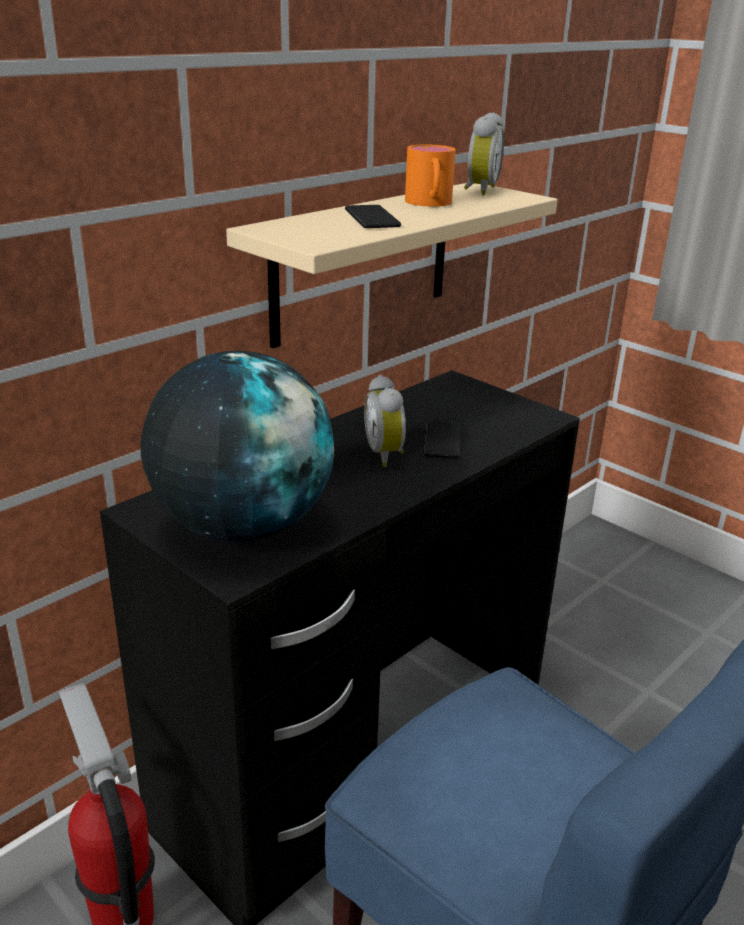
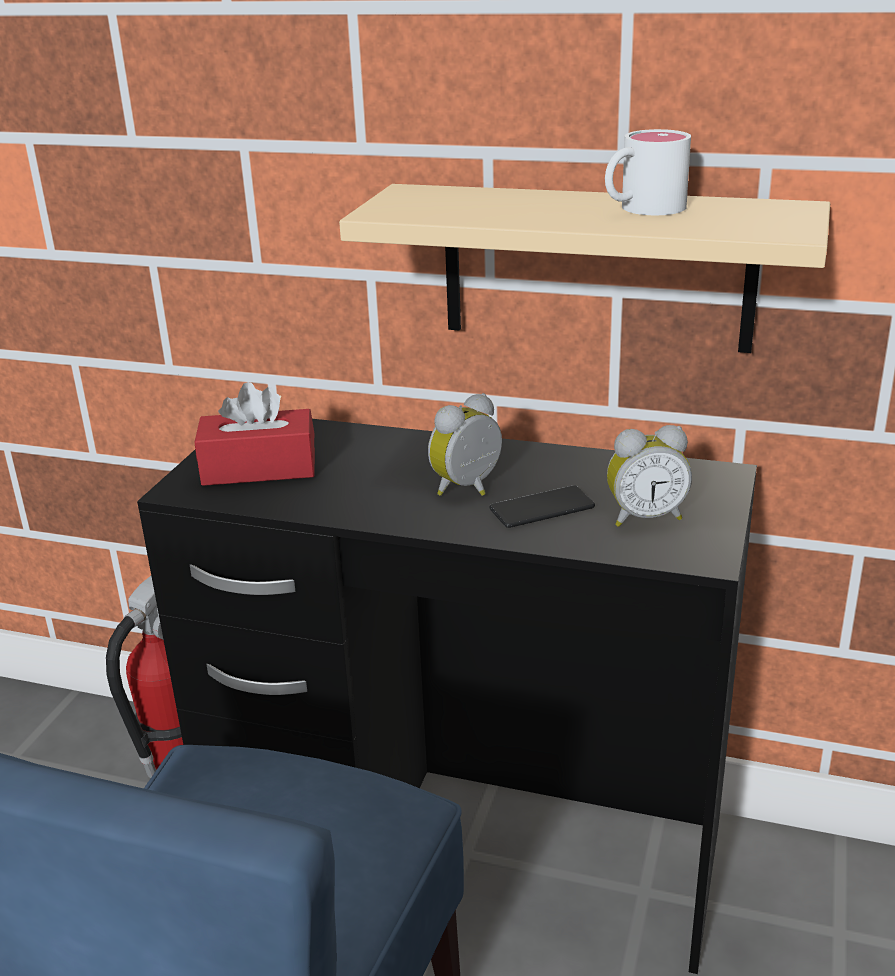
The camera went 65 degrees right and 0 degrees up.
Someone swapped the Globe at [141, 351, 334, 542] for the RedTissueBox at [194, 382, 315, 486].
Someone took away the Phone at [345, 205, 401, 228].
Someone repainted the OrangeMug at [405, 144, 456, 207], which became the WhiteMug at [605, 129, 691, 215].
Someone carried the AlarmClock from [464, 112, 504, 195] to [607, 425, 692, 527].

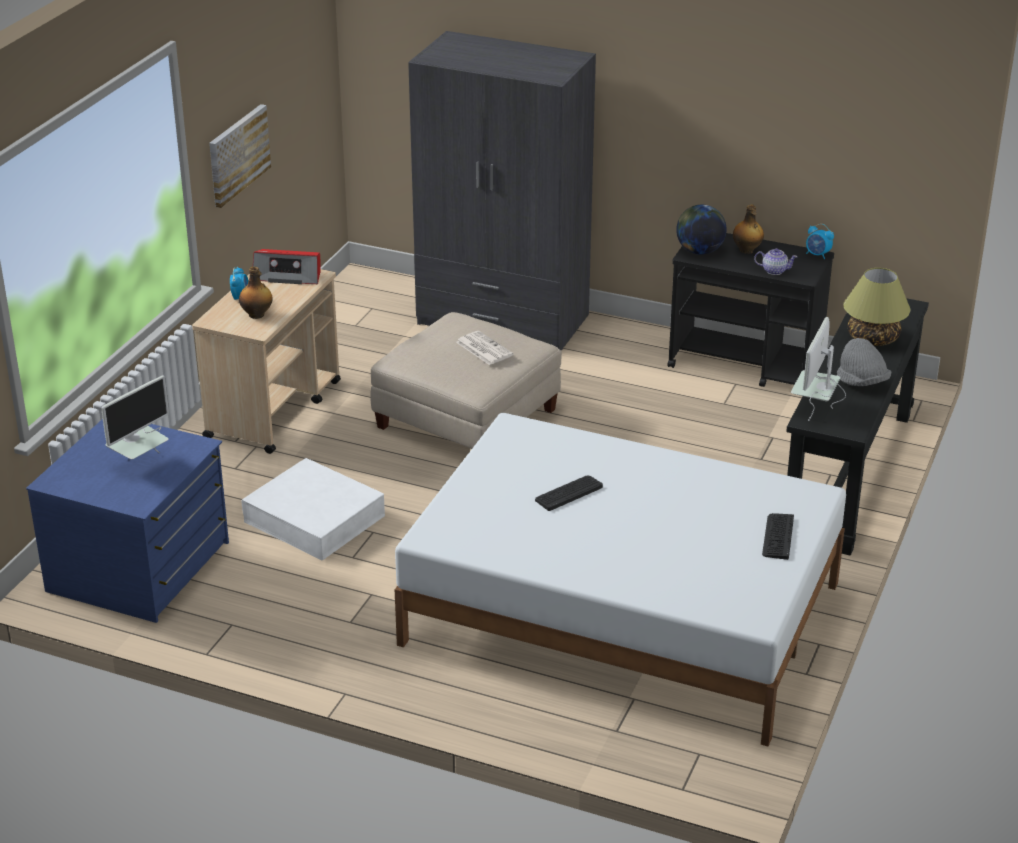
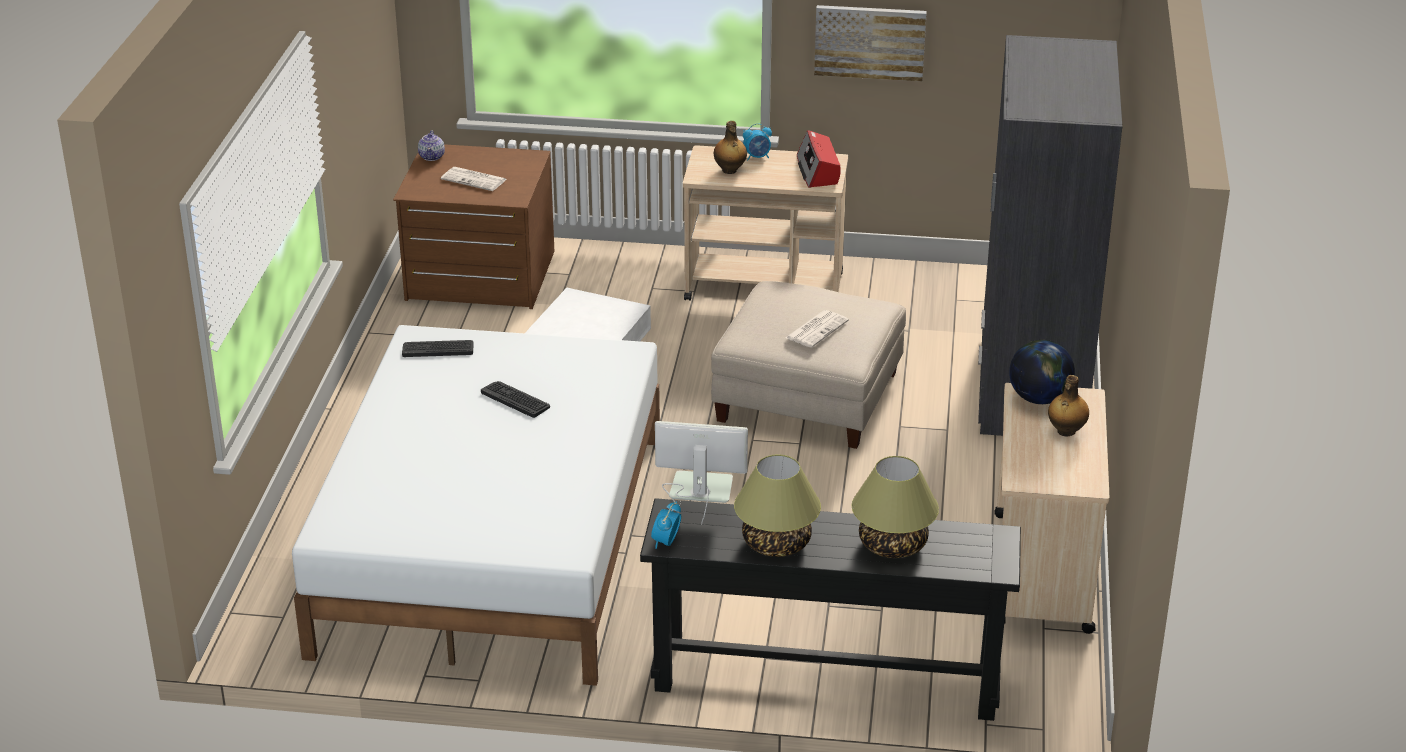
The camera went 75 degrees right and 0 degrees up.
Someone repainted the BlueDresser at [26, 419, 229, 623], which became the BrownDresser at [393, 144, 554, 309].
Someone swapped the Monitor at [101, 376, 169, 459] for the Newspaper at [441, 167, 507, 191].
Someone repainted the BlackCart at [667, 233, 834, 387], which became the BeigeCart at [994, 383, 1109, 634].
Someone carried the Teapot from [754, 248, 798, 275] to [418, 131, 445, 161].
Someone carried the Keyboard from [762, 513, 794, 560] to [402, 340, 474, 357].
Someone carried the AlarmClock from [806, 224, 834, 259] to [651, 502, 681, 549].
Someone swapped the GreyHat at [837, 338, 891, 386] for the TableLamp at [734, 455, 821, 557].

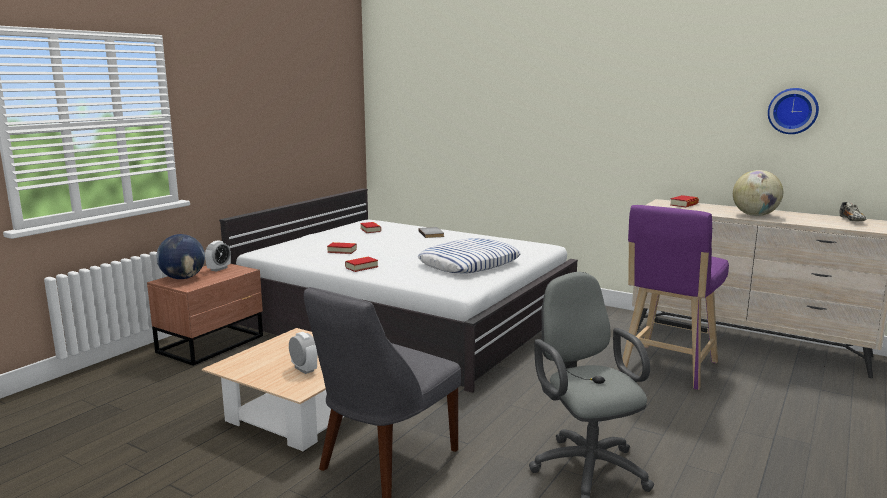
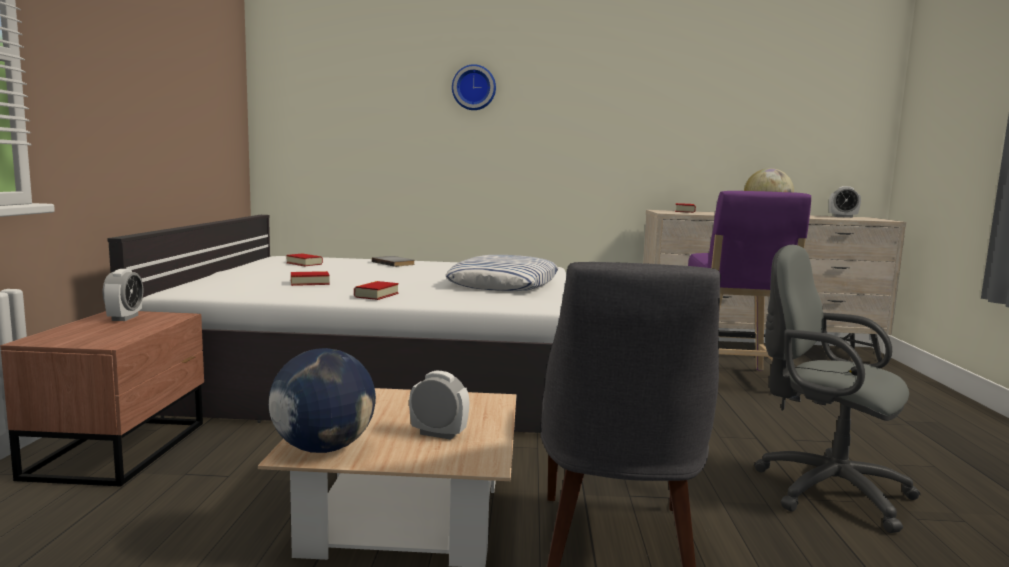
The camera went 30 degrees left and 5 degrees down.
Someone carried the Globe from [156, 234, 205, 279] to [269, 348, 376, 453].
Someone carried the WallClock from [768, 88, 819, 134] to [452, 64, 496, 110].
Someone swapped the Shoe at [840, 202, 866, 221] for the AlarmClock at [829, 186, 861, 218].

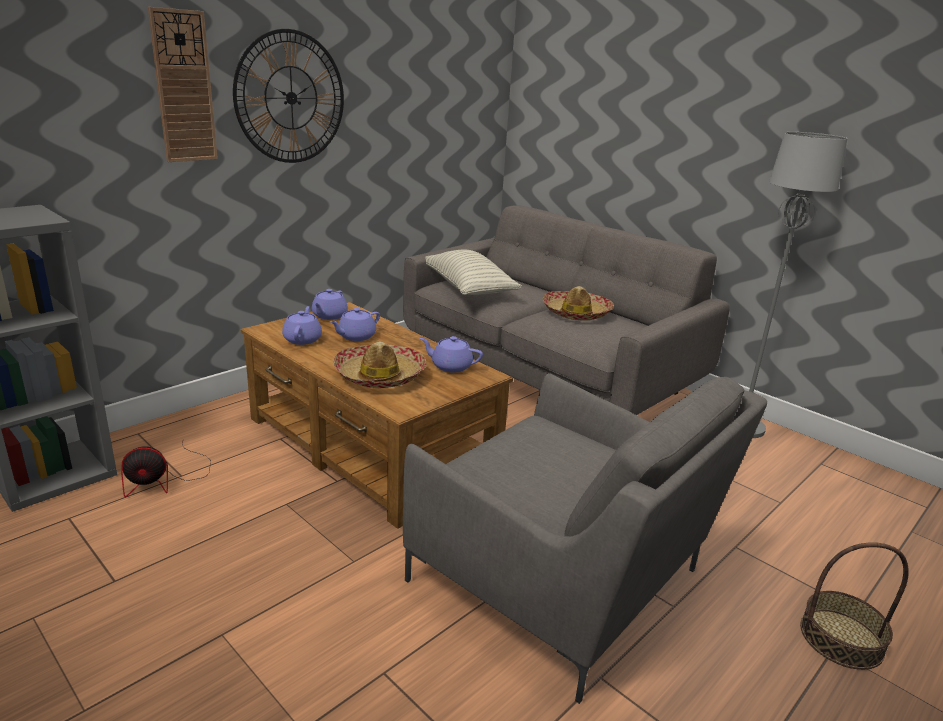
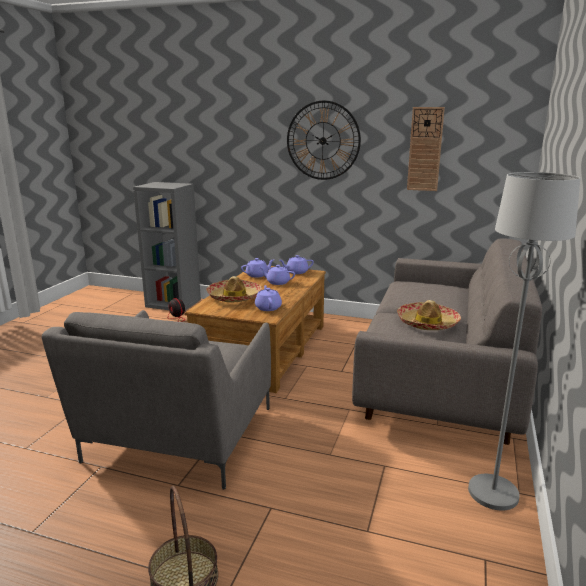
The camera went 65 degrees right and 5 degrees down.
Someone carried the WallClock from [148, 7, 218, 162] to [407, 107, 445, 191].
Someone took away the Pillow at [425, 249, 522, 295].

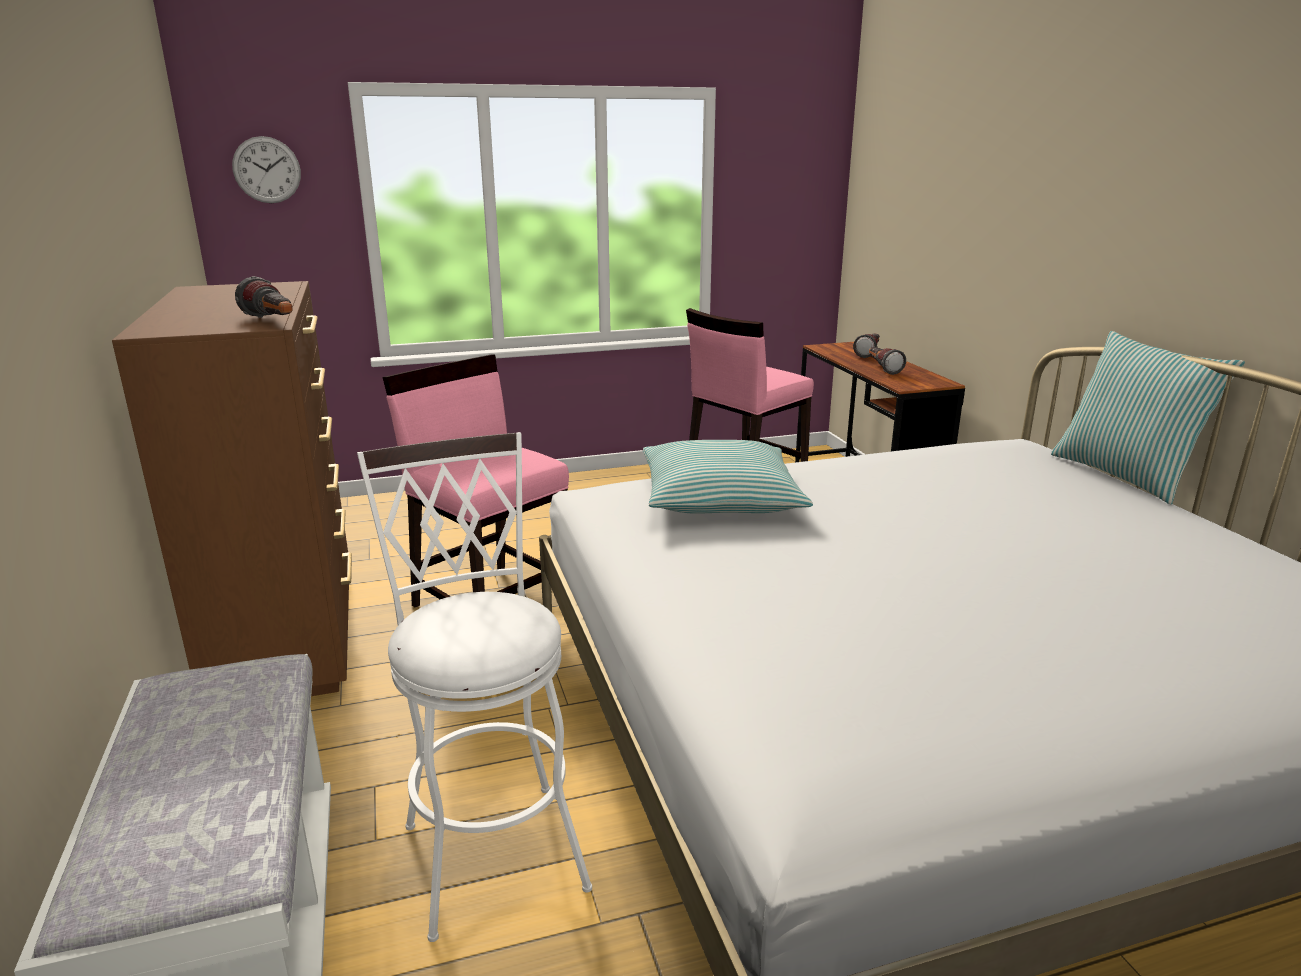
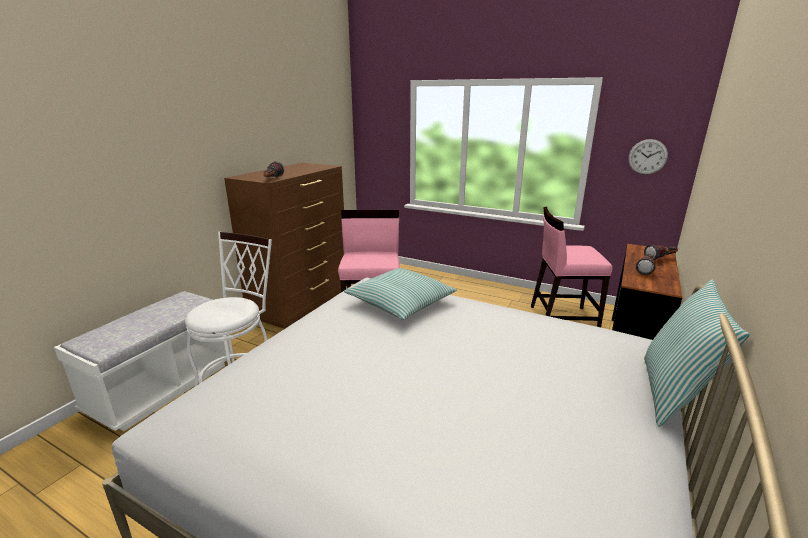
The camera went 45 degrees right and 0 degrees up.
Someone carried the WallClock from [232, 136, 301, 203] to [628, 139, 668, 175].

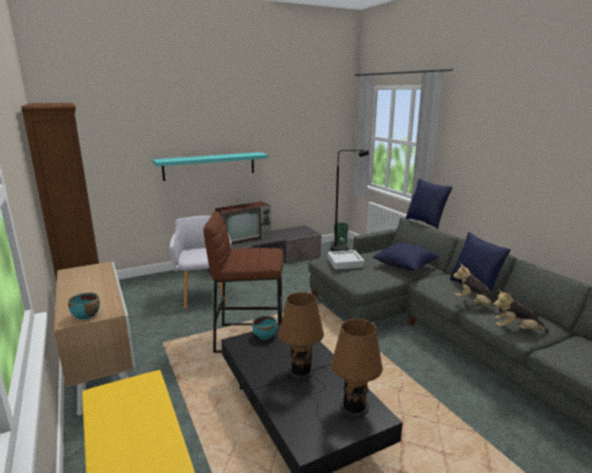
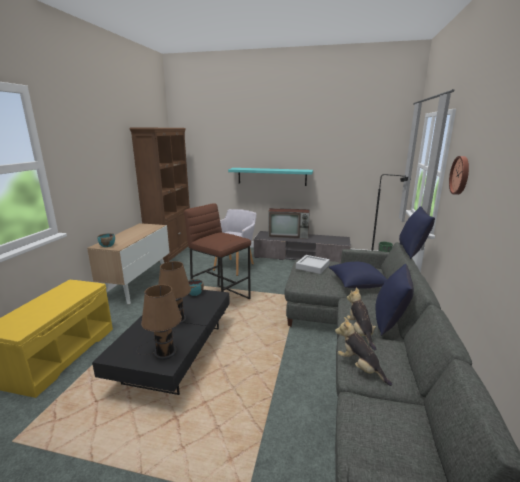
The camera went 40 degrees right and 0 degrees up.
Someone put up the WallClock at [449, 156, 469, 195].

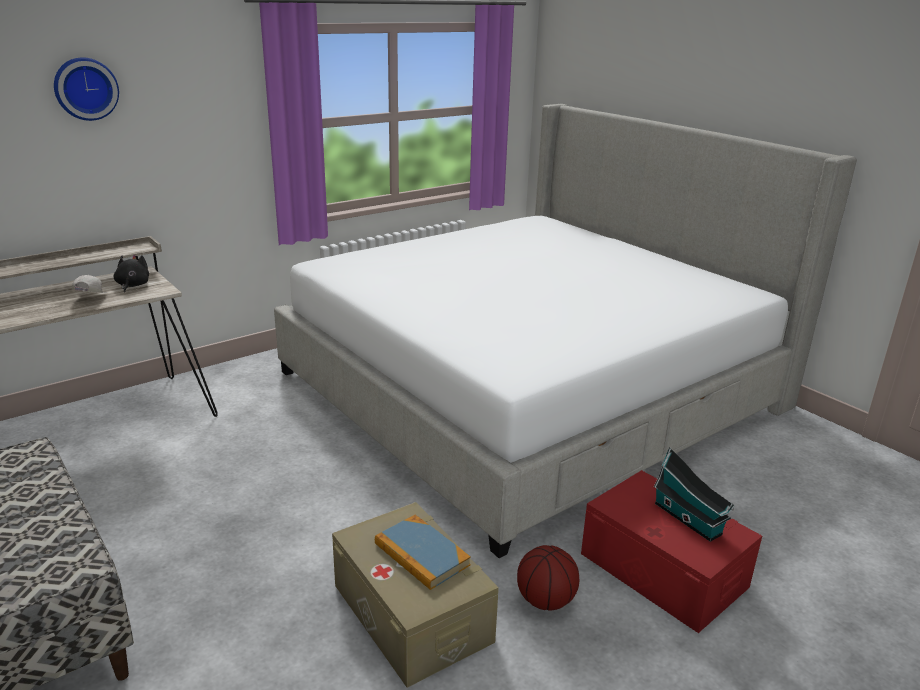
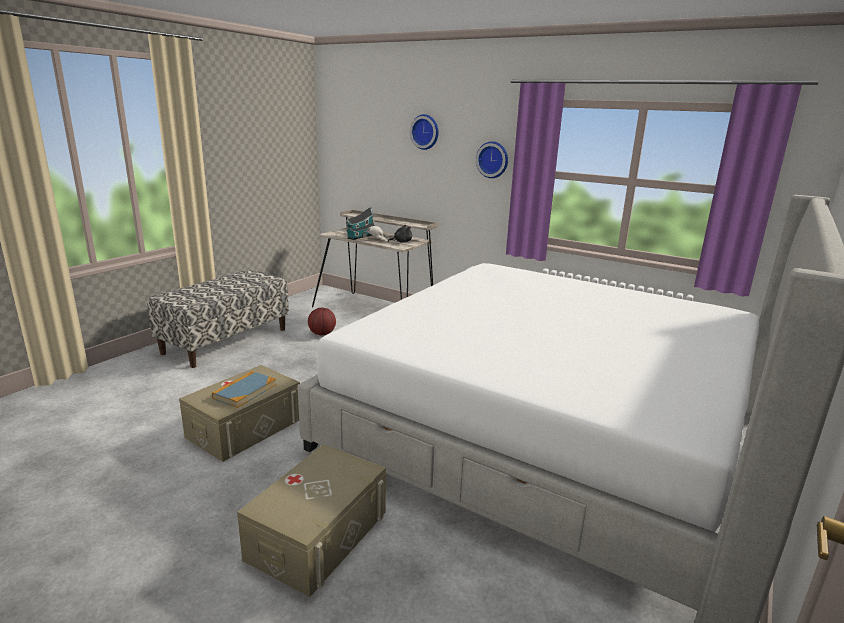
The camera went 70 degrees right and 5 degrees down.
Someone carried the Basketball from [517, 545, 579, 611] to [308, 308, 336, 335].
Someone repainted the RedStorageBox at [581, 470, 762, 633], which became the BeigeStorageBox at [237, 444, 386, 597].
Someone carried the ToyHouse from [654, 447, 734, 542] to [346, 207, 376, 240].
Someone put up the WallClock at [476, 141, 508, 178].

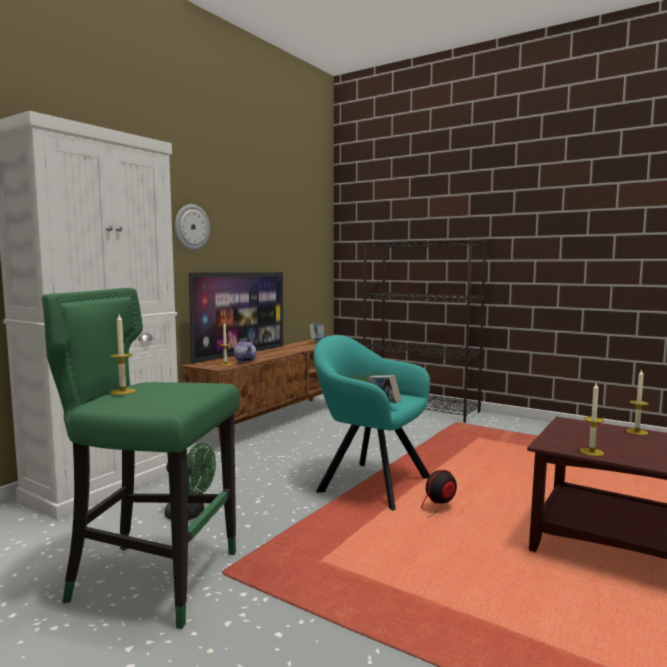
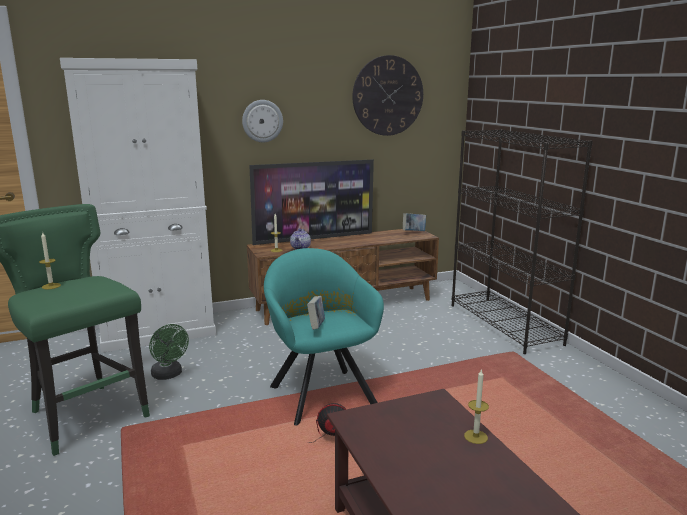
The camera went 35 degrees right and 10 degrees up.
Someone took away the Candle at [580, 383, 604, 456].
Someone put up the WallClock at [353, 55, 423, 136].

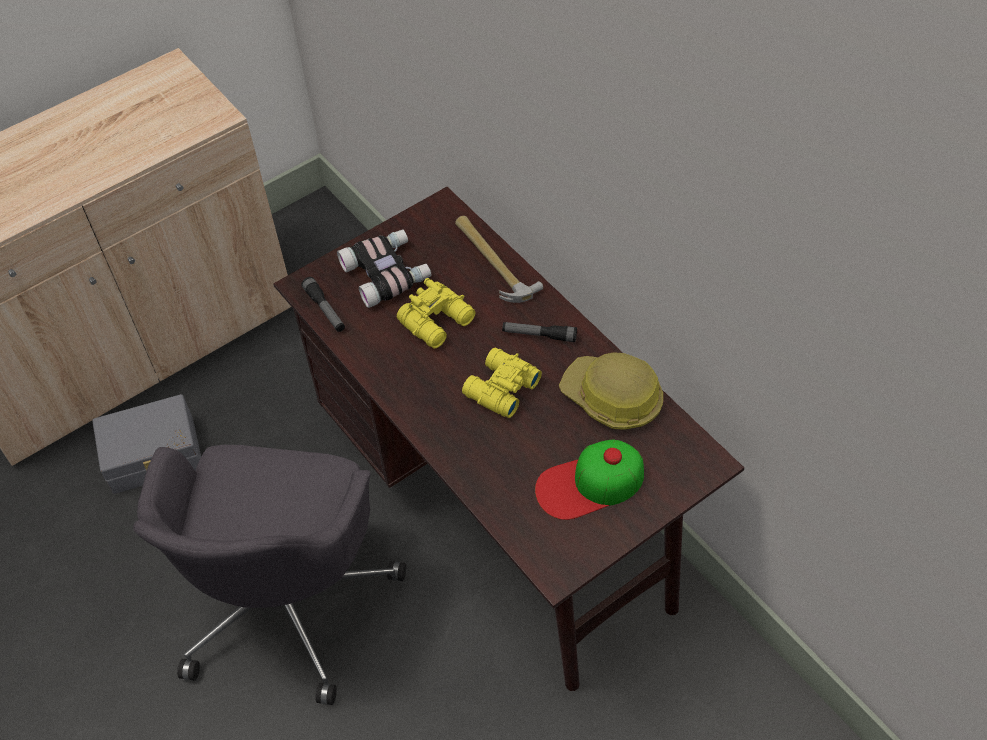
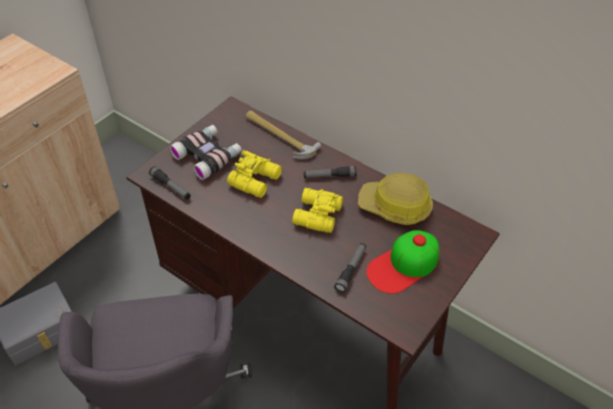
The camera went 20 degrees left and 5 degrees down.
Someone put down the Flashlight at [334, 243, 366, 293].

